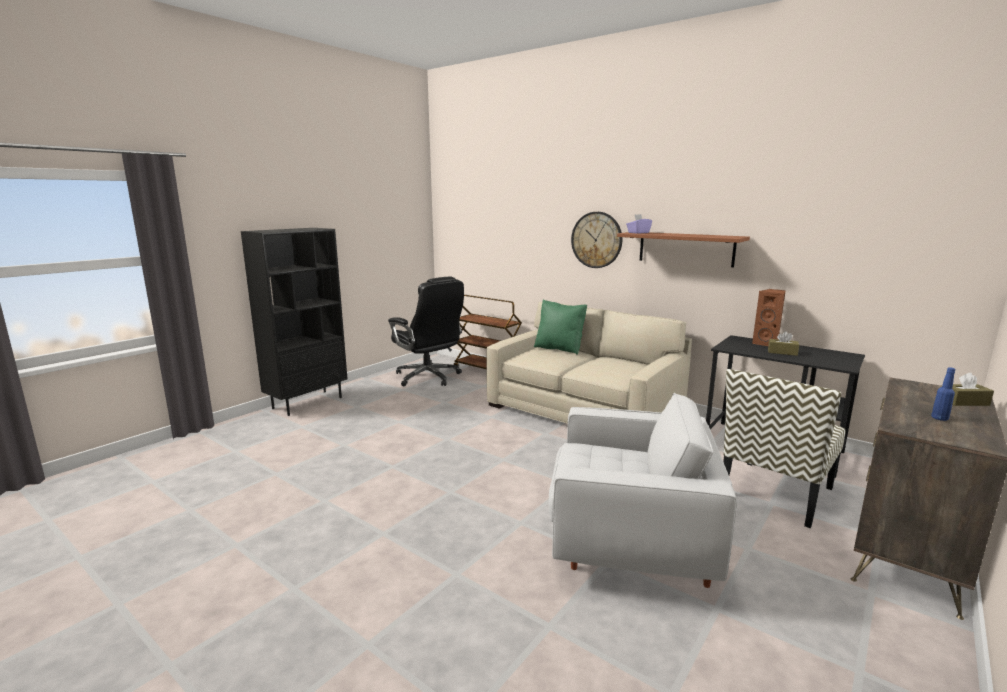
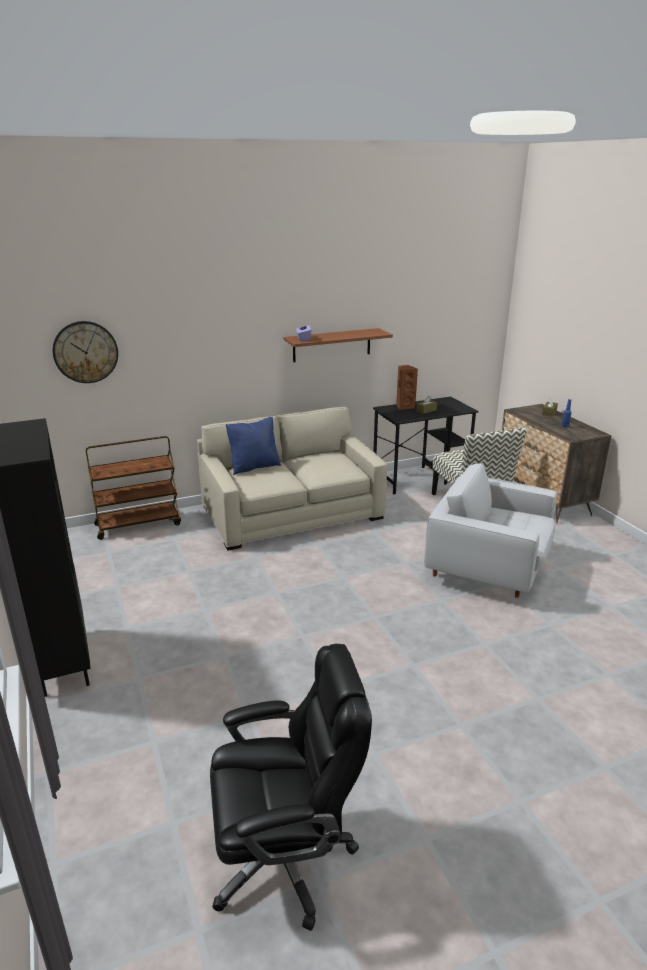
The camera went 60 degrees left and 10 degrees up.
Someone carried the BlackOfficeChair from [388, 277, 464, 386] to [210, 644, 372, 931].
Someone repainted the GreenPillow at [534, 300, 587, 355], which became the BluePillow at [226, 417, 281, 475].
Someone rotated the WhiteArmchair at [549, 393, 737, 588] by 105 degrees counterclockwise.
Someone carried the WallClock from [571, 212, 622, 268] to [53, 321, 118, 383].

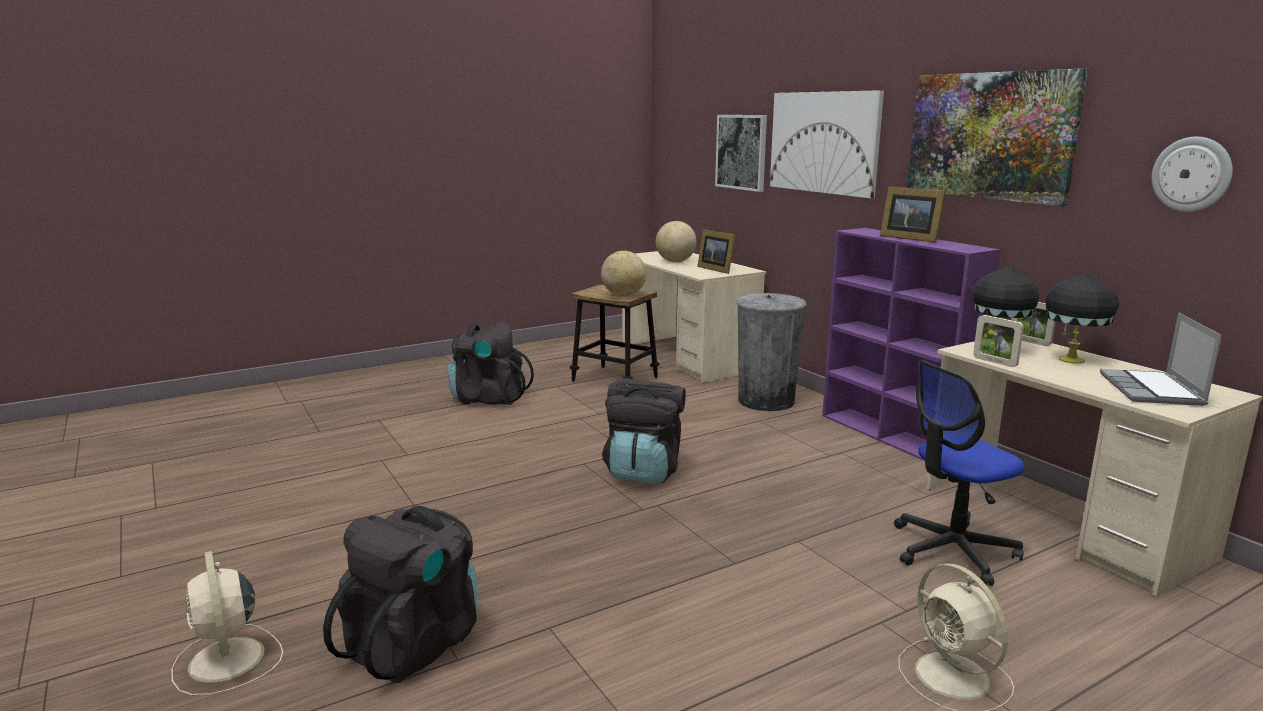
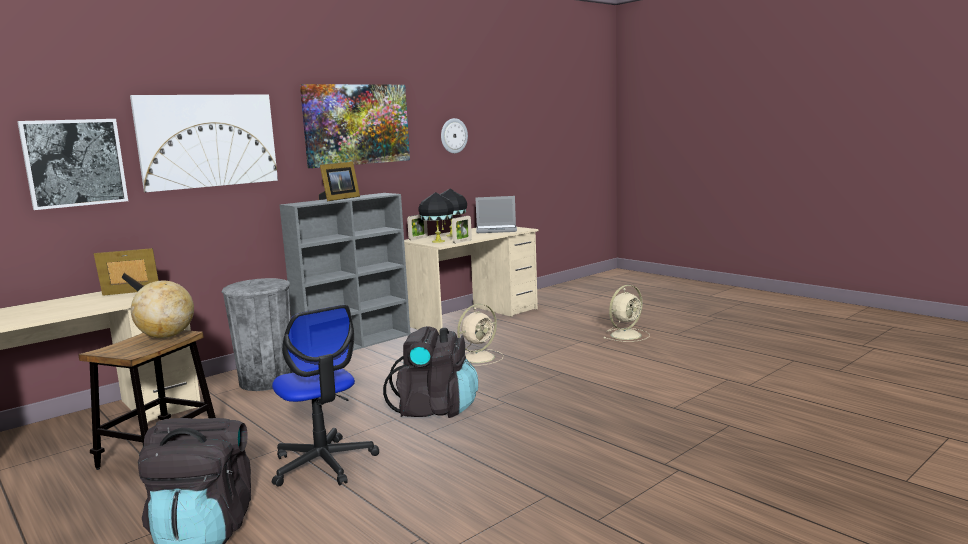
The camera went 100 degrees left and 5 degrees down.
Someone carried the BeigeFan from [171, 551, 283, 696] to [457, 304, 504, 365].
Someone took away the BlackBackpack at [323, 506, 477, 683].
Someone took away the Globe at [656, 221, 697, 262].
Someone rotated the PictureFrame at [697, 229, 735, 274] by 150 degrees counterclockwise.
Someone repainted the PurpleBookcase at [822, 228, 1000, 461], which became the GreyBookcase at [280, 193, 410, 351].
Someone carried the OfficeChair from [894, 361, 1024, 586] to [272, 305, 379, 487].

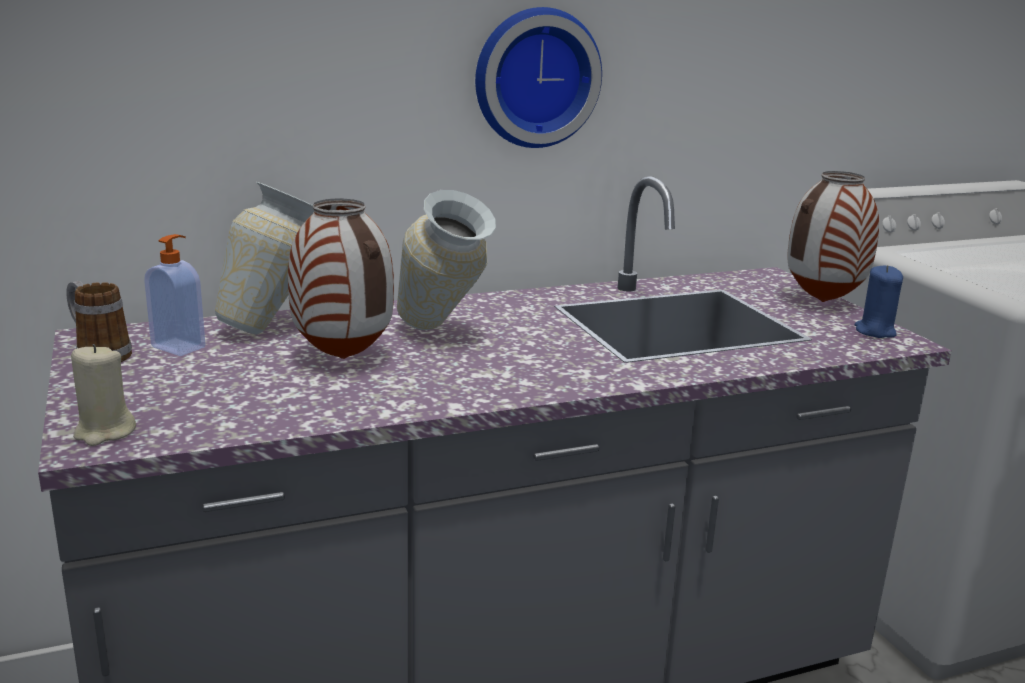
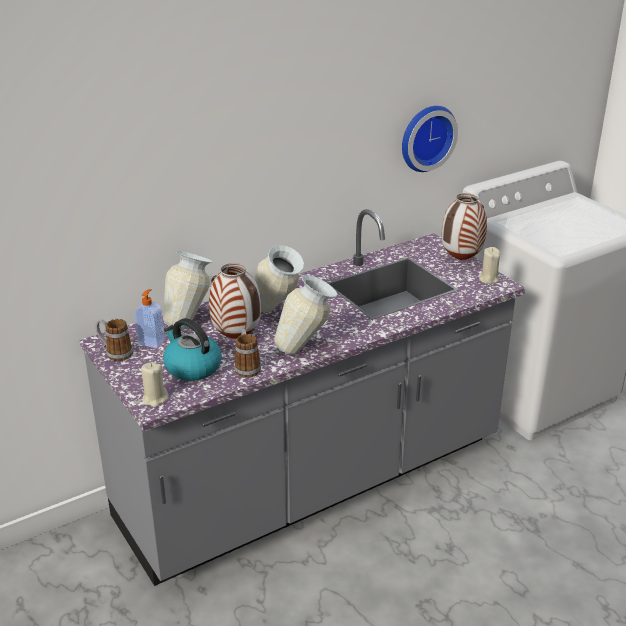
The camera went 10 degrees left and 10 degrees up.
Someone carried the WallClock from [475, 7, 602, 148] to [402, 106, 458, 172].
Someone repainted the BlueCandle at [855, 265, 903, 338], which became the BeigeCandle at [478, 247, 500, 284].
Someone put down the Kettle at [163, 318, 222, 381].
Someone put down the Mug at [234, 329, 261, 377].
Someone put down the Vase at [274, 275, 337, 355].

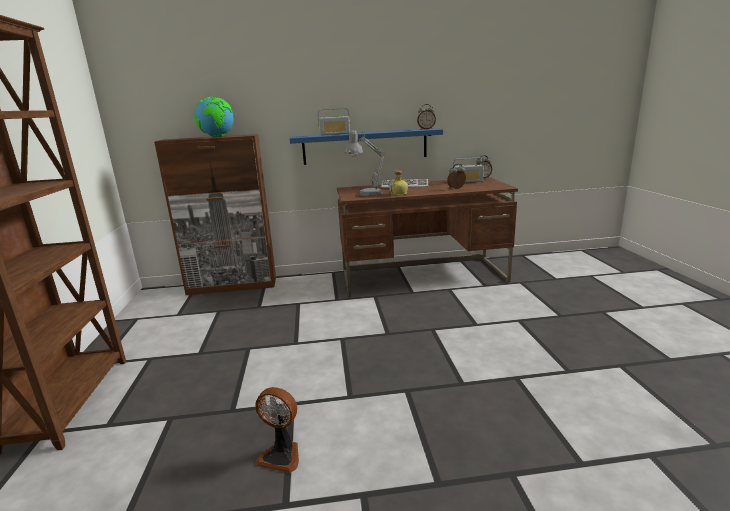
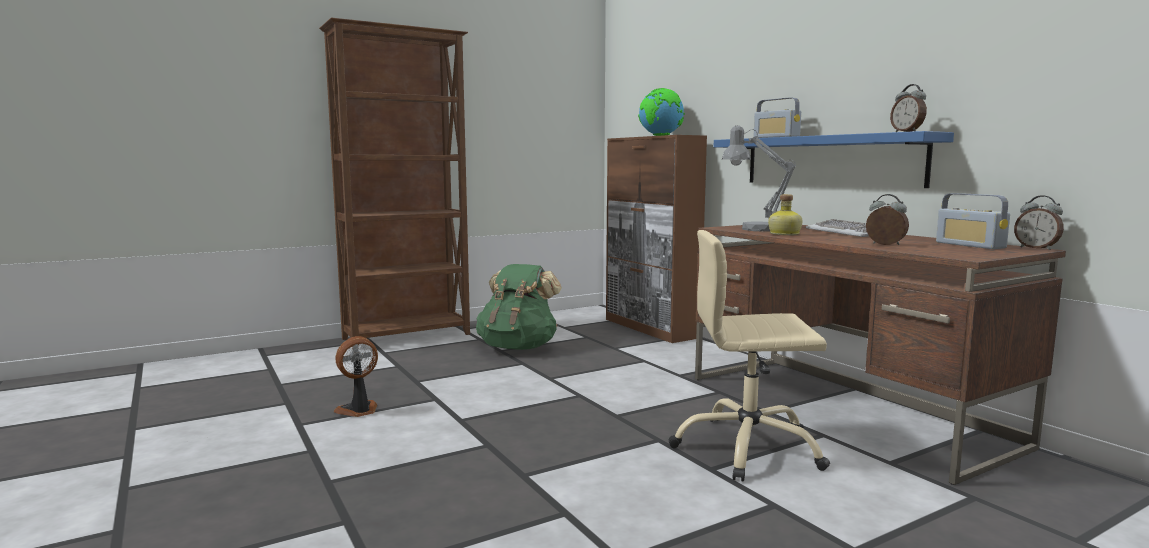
The camera went 65 degrees right and 10 degrees down.
Someone rotated the Fan at [255, 387, 299, 473] by 60 degrees clockwise.
Someone put down the GreenBackpack at [476, 264, 562, 350].
Someone put down the BeigeOfficeChair at [669, 230, 830, 482].

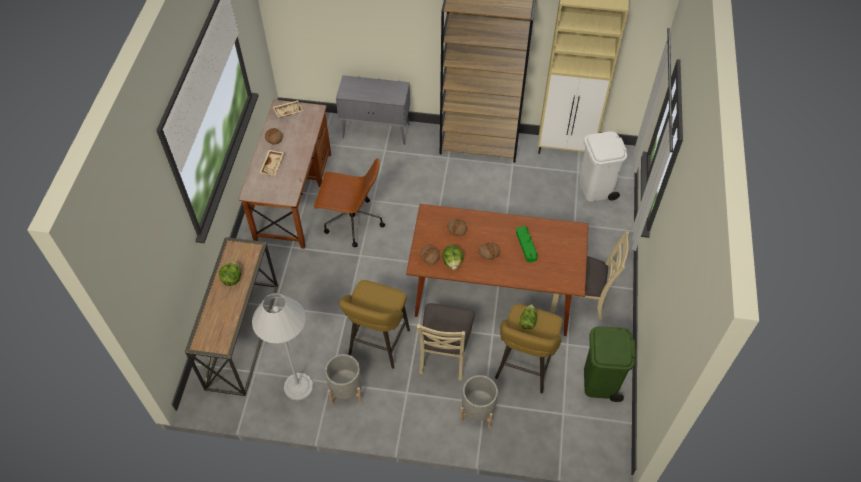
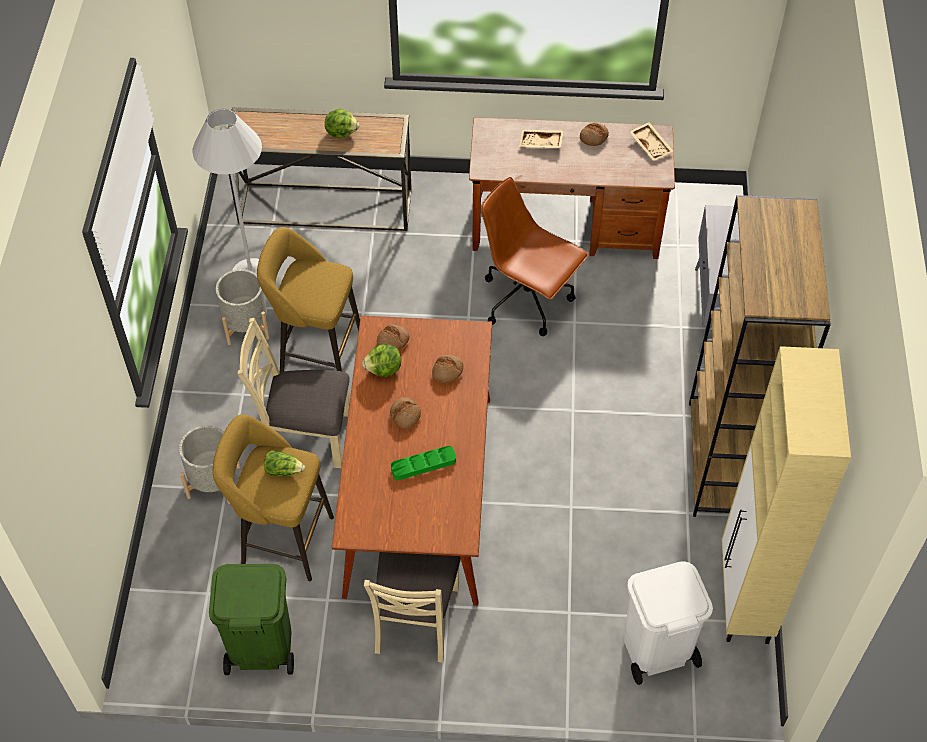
The camera went 85 degrees right and 0 degrees up.
Someone rotated the BrownOfficeChair at [314, 158, 385, 247] by 120 degrees clockwise.

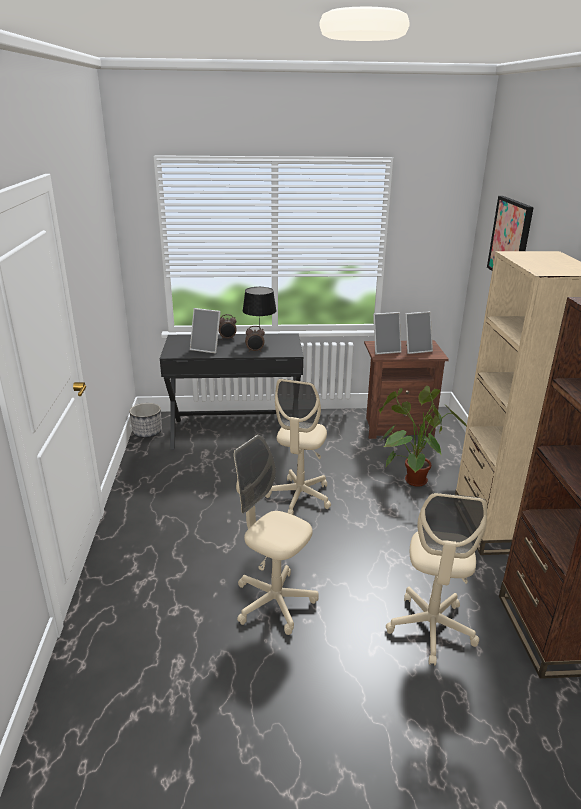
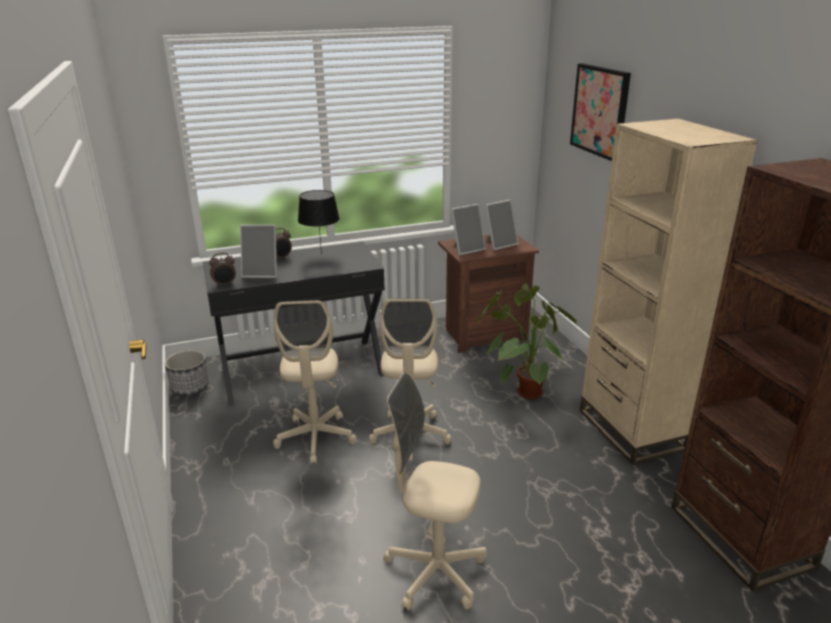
The camera went 15 degrees left and 0 degrees up.
Someone carried the AlarmClock from [245, 326, 265, 352] to [209, 253, 236, 287].
Someone carried the BeigeOfficeChair from [386, 493, 487, 665] to [273, 300, 357, 464].

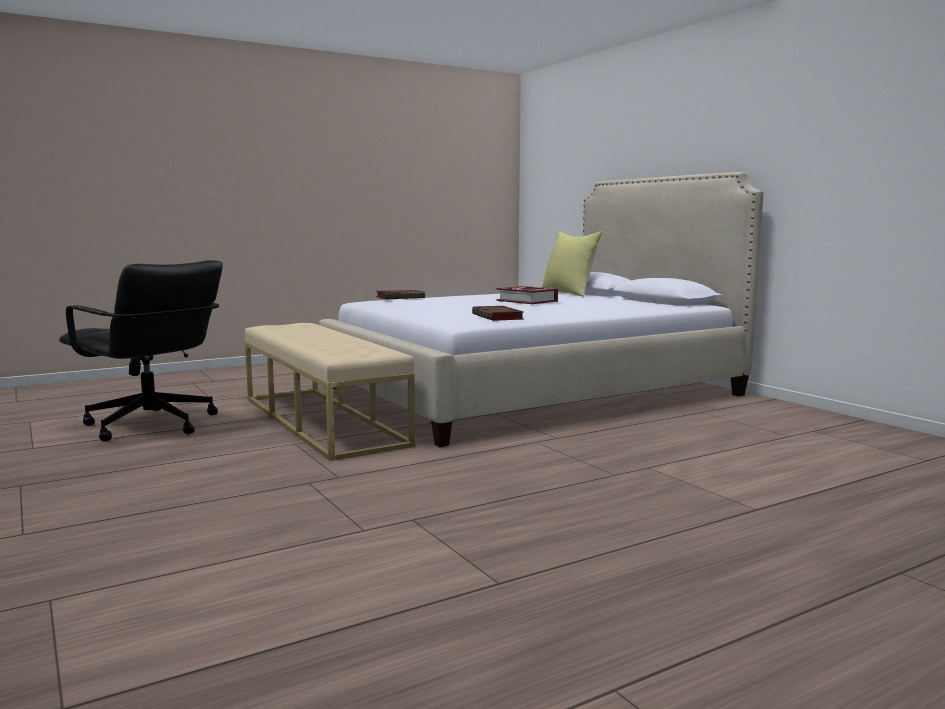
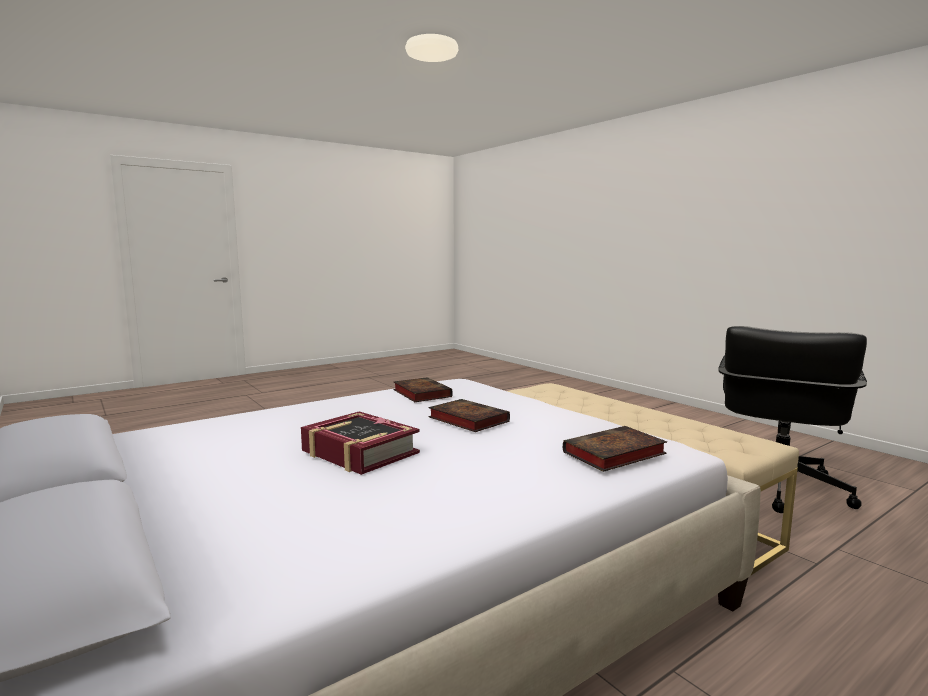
The camera went 175 degrees right and 0 degrees up.
Someone rotated the BlackOfficeChair at [59, 260, 223, 441] by 90 degrees counterclockwise.
Someone took away the YellowPillow at [541, 231, 602, 297].
Someone put down the Book at [428, 399, 510, 432].

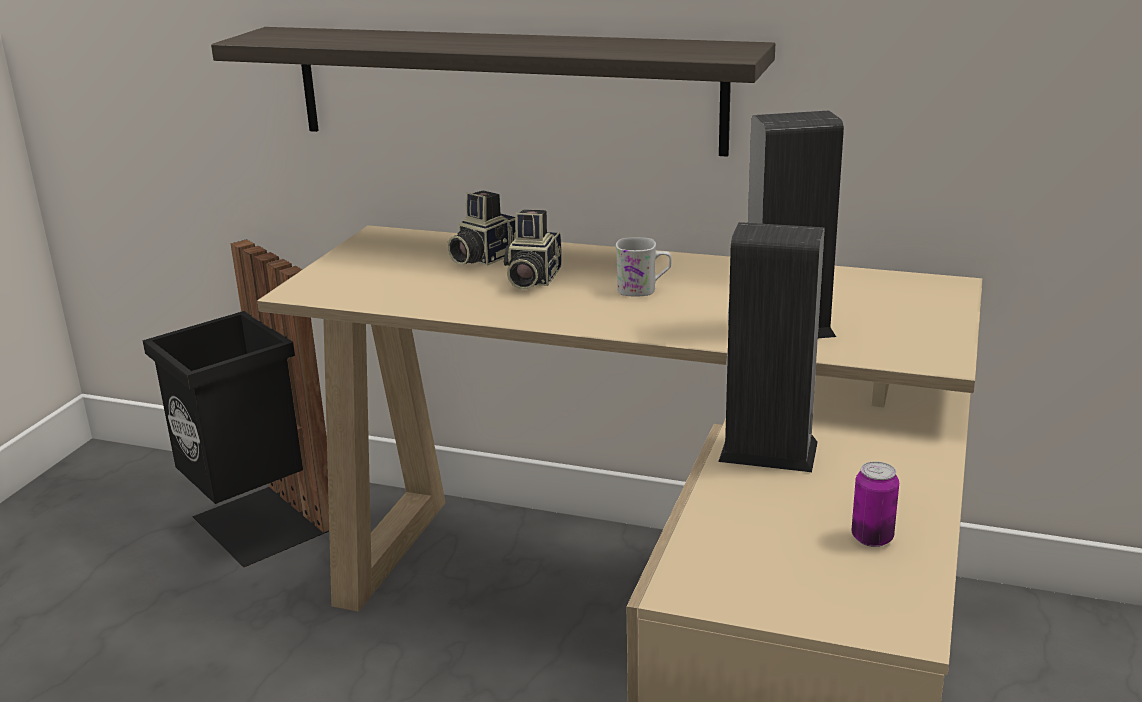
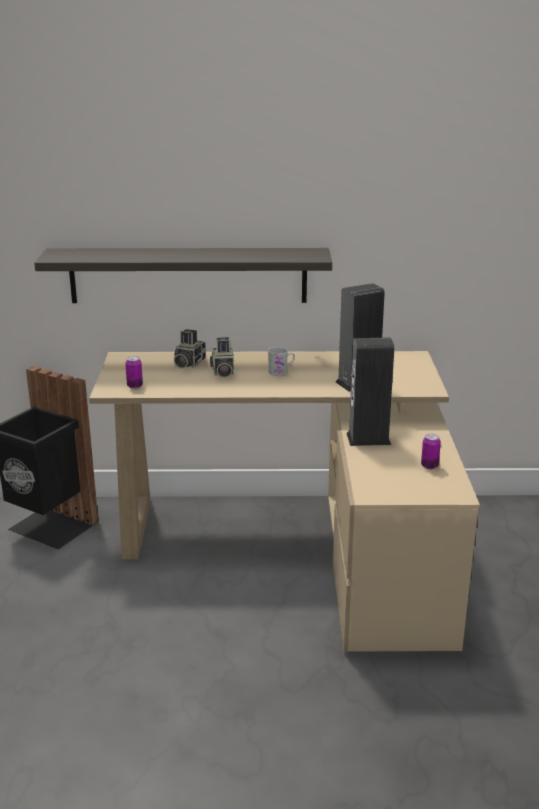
The camera went 20 degrees left and 0 degrees up.
Someone put down the Can at [125, 356, 143, 389].

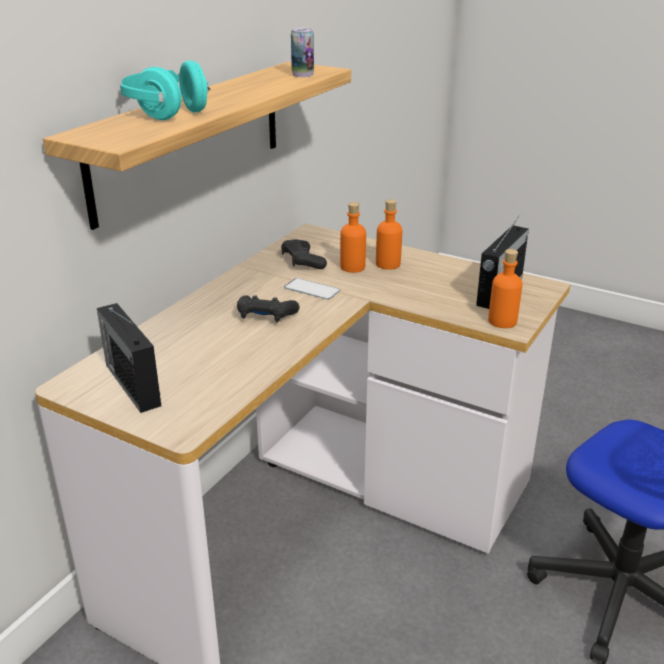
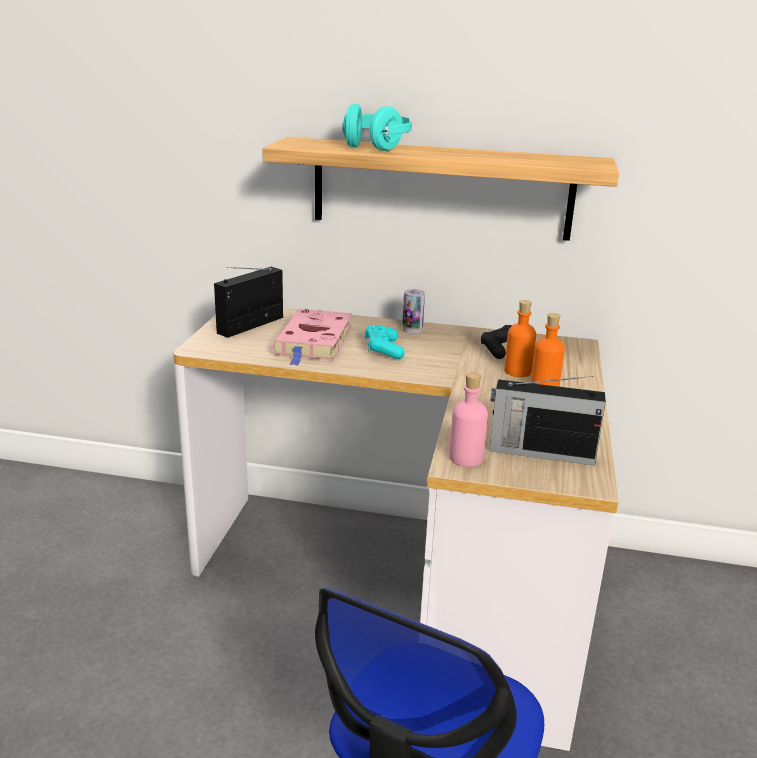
The camera went 70 degrees right and 5 degrees down.
Someone repainted the BlackGameController at [237, 295, 299, 322], which became the TurquoiseGameController at [365, 325, 405, 359].
Someone took away the Phone at [284, 278, 341, 300].
Someone carried the Can from [291, 28, 314, 77] to [402, 289, 425, 333].
Someone repainted the OrangeBottle at [488, 249, 522, 328], which became the PinkBottle at [449, 372, 488, 467].
Someone put down the PinkBook at [272, 309, 352, 366].

